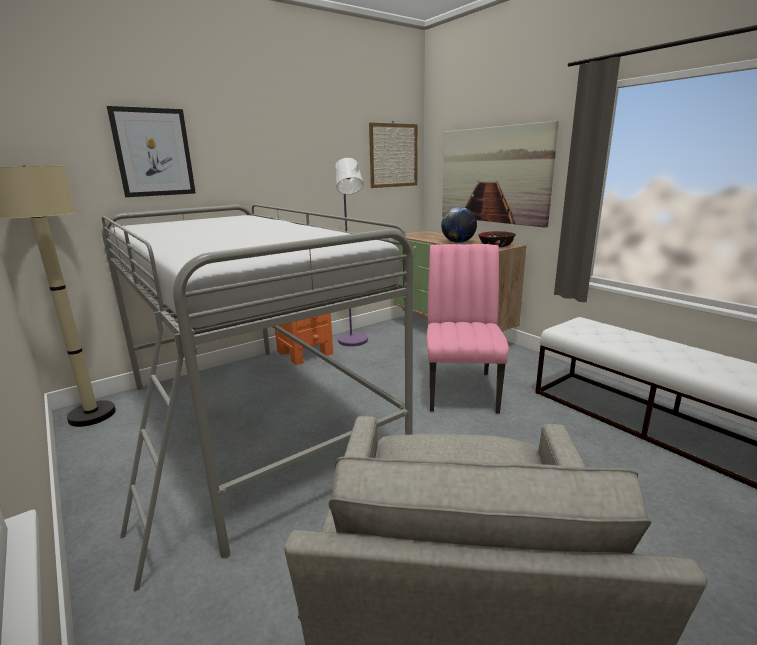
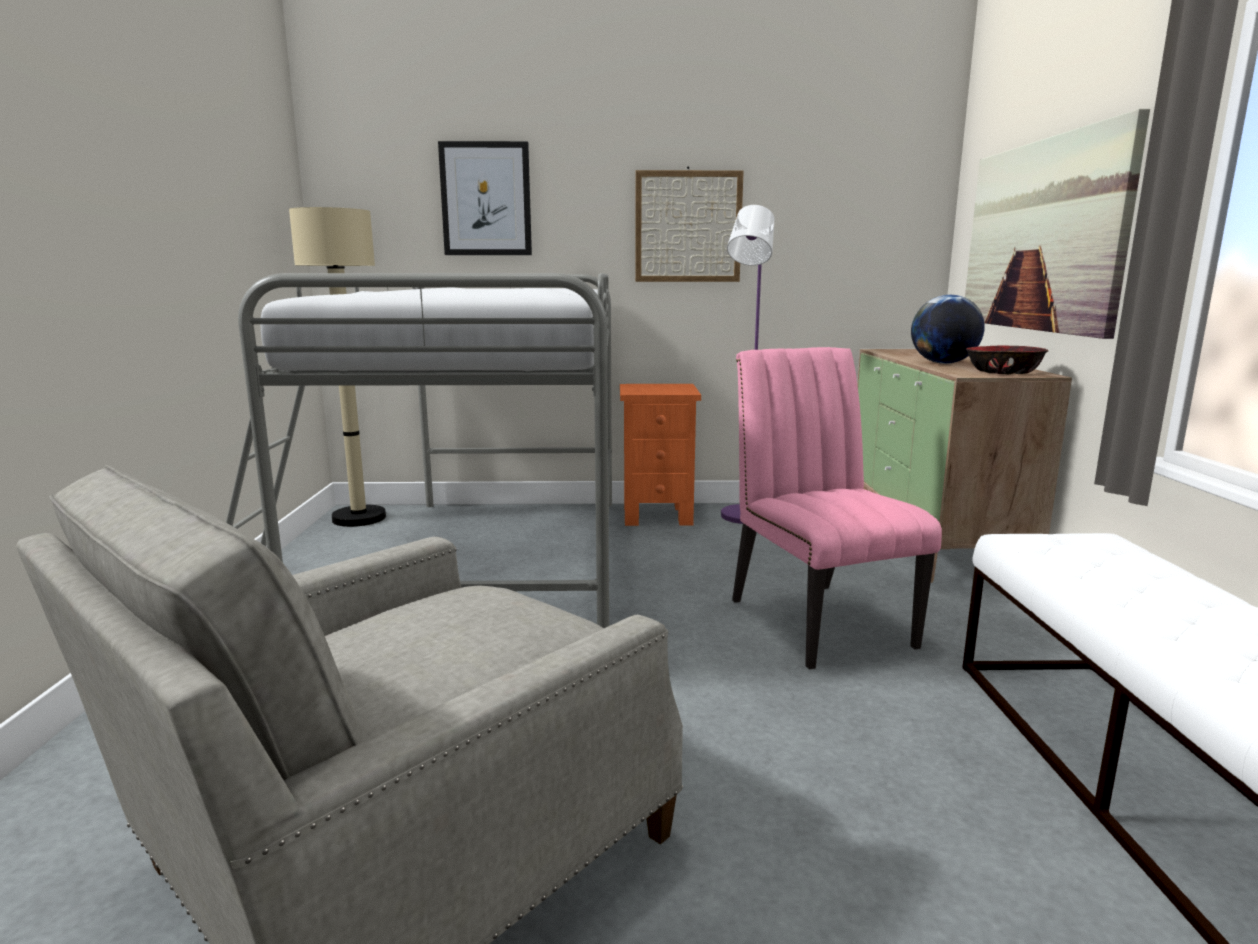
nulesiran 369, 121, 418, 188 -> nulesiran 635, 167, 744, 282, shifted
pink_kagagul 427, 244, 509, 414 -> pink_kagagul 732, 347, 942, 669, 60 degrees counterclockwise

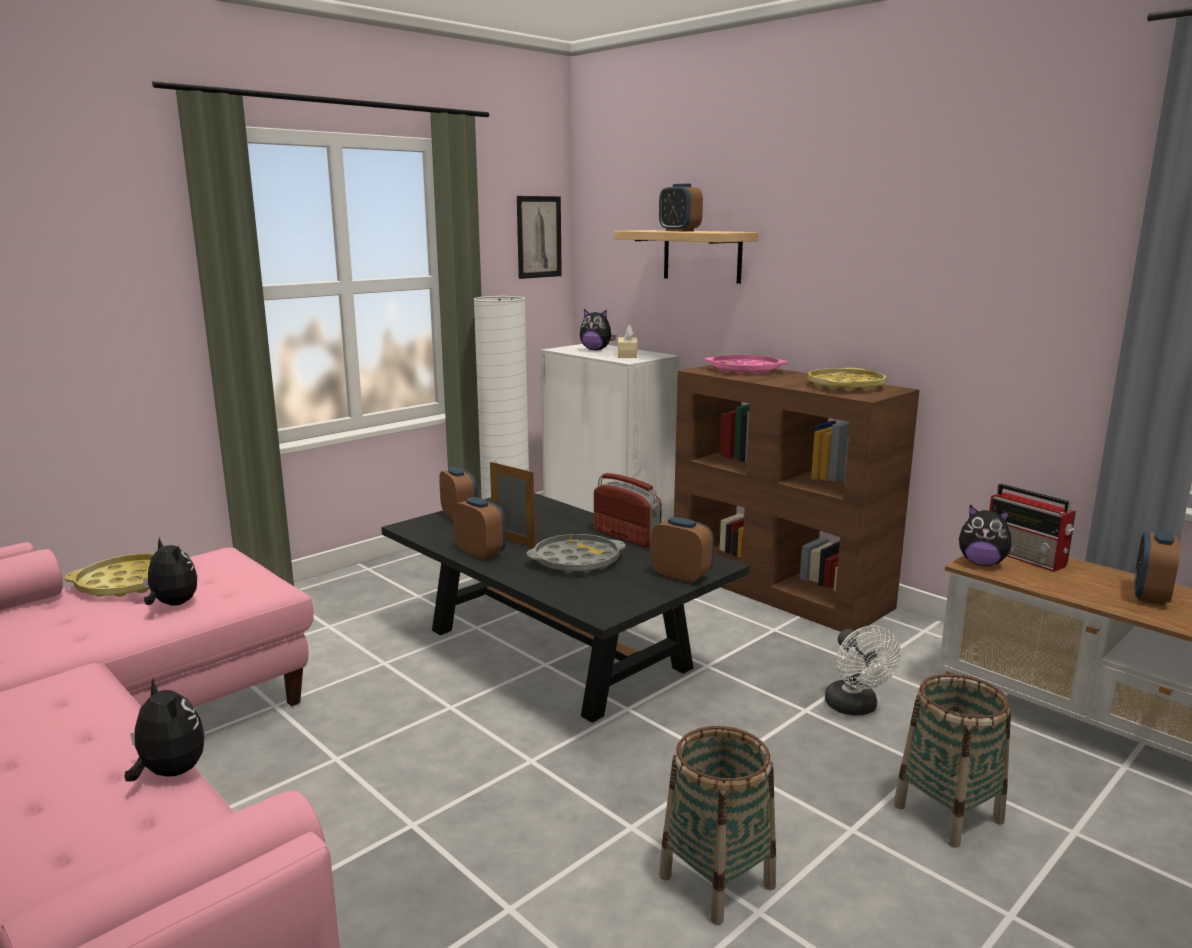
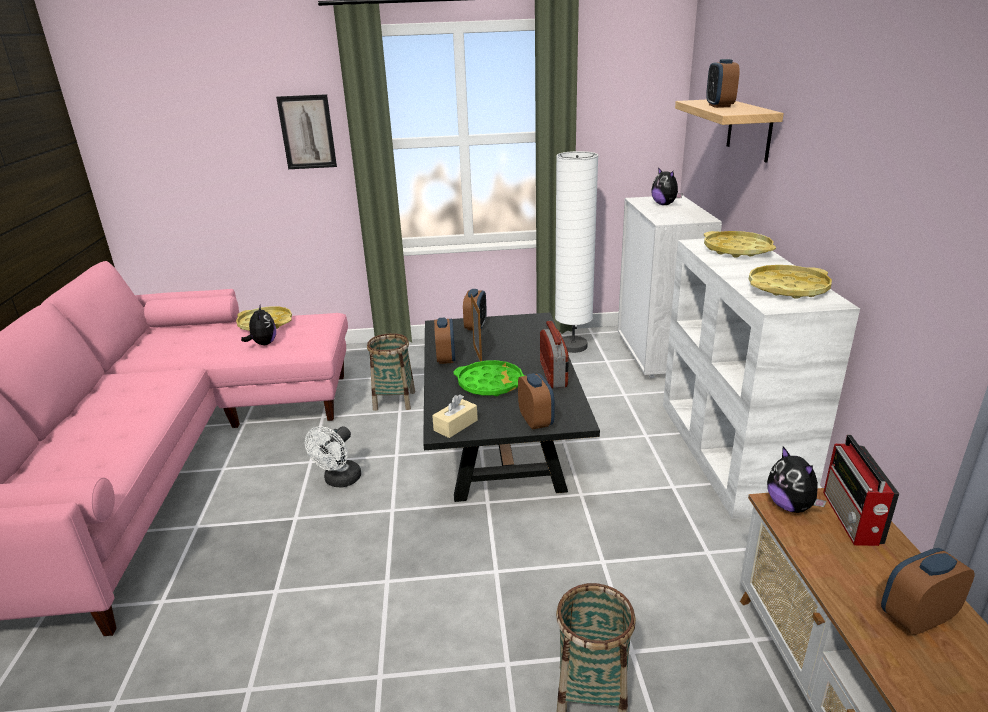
nulesiran 517, 196, 562, 279 -> nulesiran 276, 94, 337, 169, shifted
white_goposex 825, 625, 901, 716 -> white_goposex 305, 426, 361, 488, shifted
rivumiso 659, 726, 776, 925 -> rivumiso 367, 333, 415, 411, shifted
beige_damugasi 618, 325, 637, 358 -> beige_damugasi 432, 394, 478, 438, shifted
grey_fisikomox 527, 534, 626, 573 -> green_fisikomox 454, 360, 525, 396
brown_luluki 674, 365, 919, 632 -> white_luluki 663, 238, 860, 519
pink_fisikomox 705, 355, 787, 375 -> yellow_fisikomox 704, 231, 776, 258
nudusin 124, 678, 205, 782 -> none

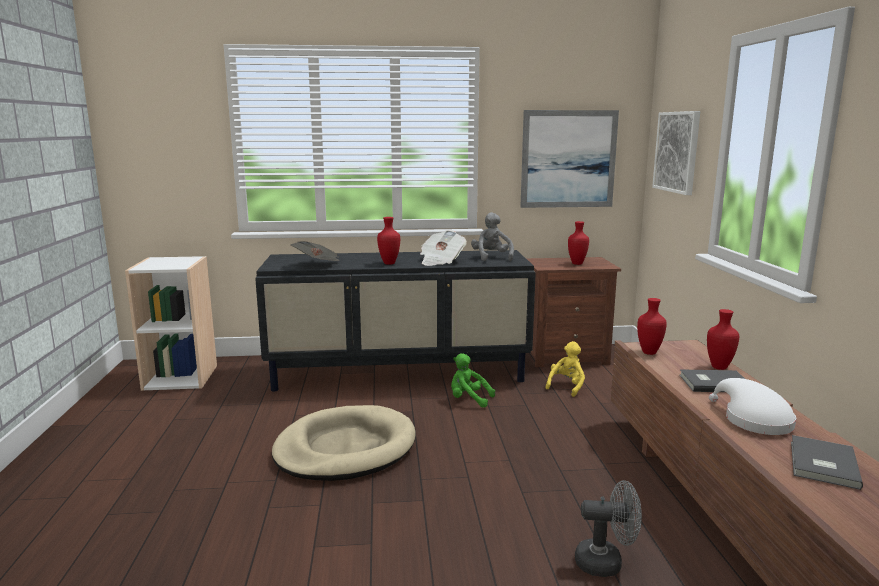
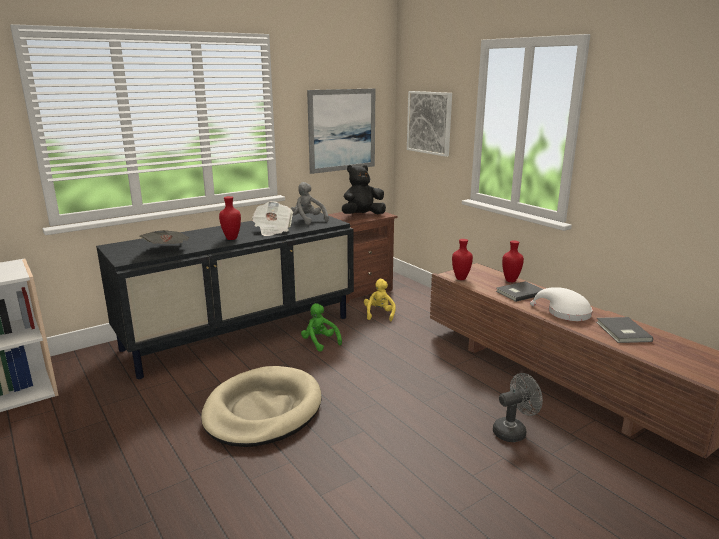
green_nudusin 451, 353, 495, 408 -> green_nudusin 301, 303, 342, 352, 60 degrees clockwise
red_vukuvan 568, 221, 589, 265 -> black_nudusin 342, 165, 386, 214

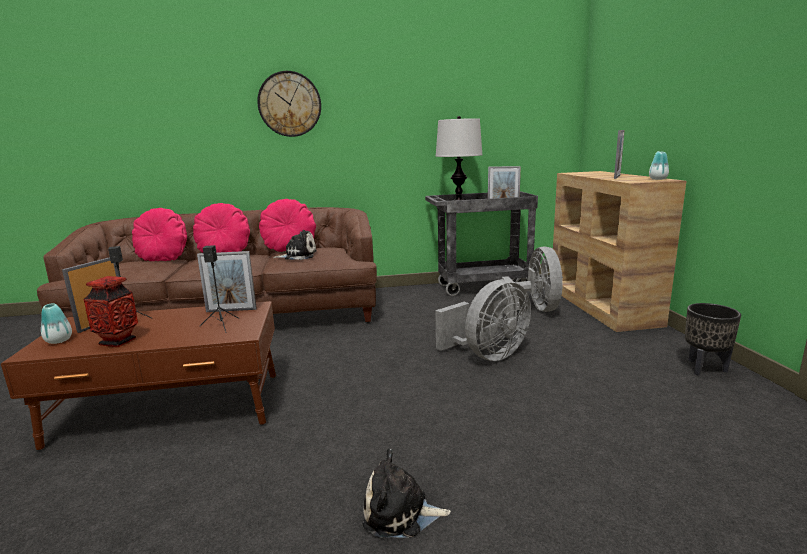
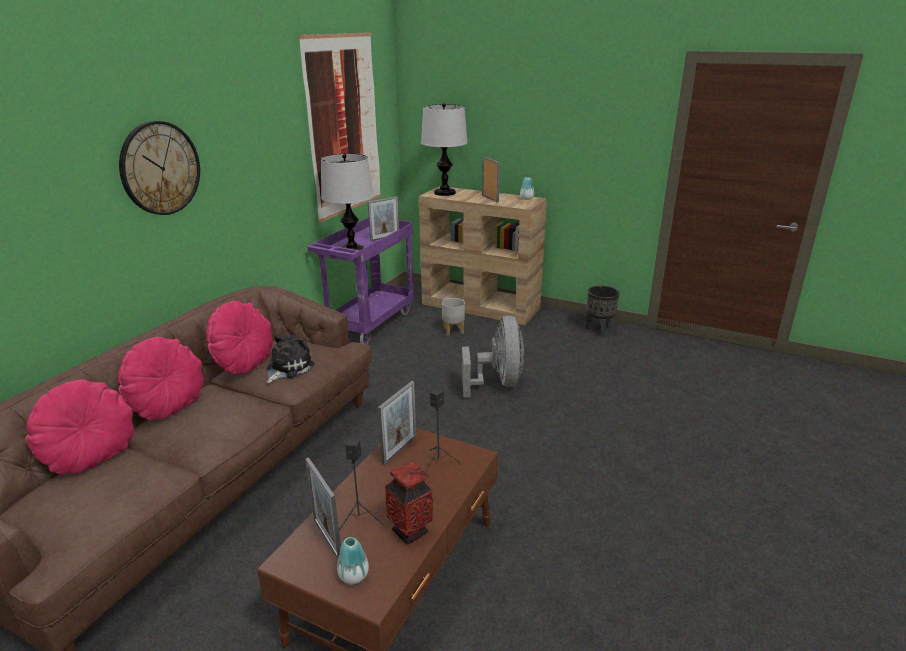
none -> nulesiran 298, 32, 381, 223
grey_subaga 425, 191, 538, 296 -> purple_subaga 307, 217, 414, 344
none -> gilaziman 421, 103, 468, 196
grey_goposex 502, 246, 563, 319 -> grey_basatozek 442, 298, 465, 336
nudusin 363, 449, 451, 538 -> none

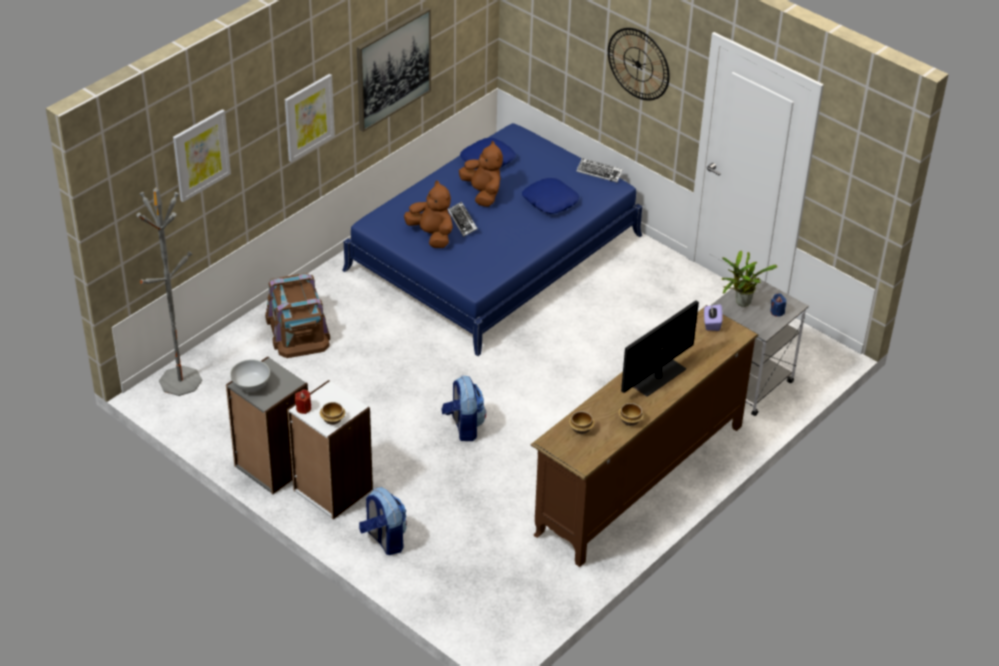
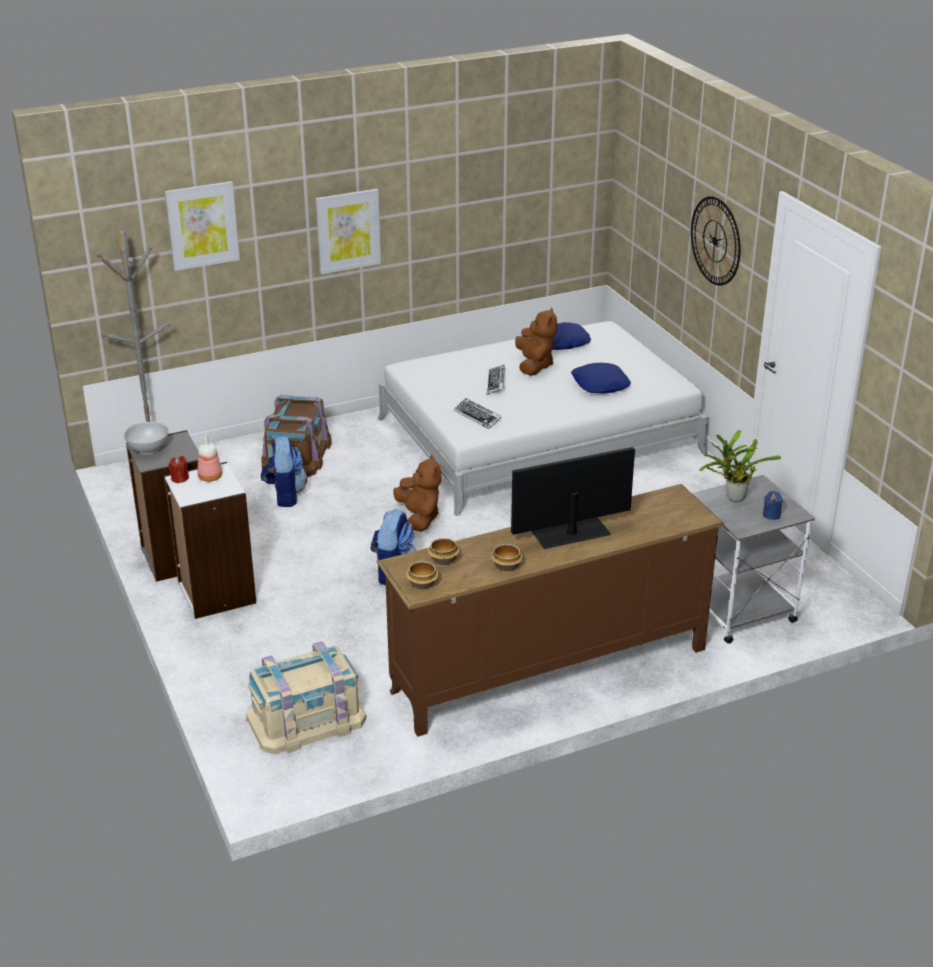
none -> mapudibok 197, 433, 222, 482
none -> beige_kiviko 246, 641, 366, 754
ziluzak 359, 487, 407, 555 -> ziluzak 261, 436, 307, 507, shifted
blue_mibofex 342, 123, 642, 356 -> white_mibofex 378, 321, 708, 516
brown_nudusin 404, 181, 453, 248 -> brown_nudusin 393, 455, 441, 532, shifted
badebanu 320, 402, 345, 425 -> badebanu 406, 561, 439, 589, shifted
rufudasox 576, 158, 623, 183 -> rufudasox 454, 398, 501, 429, shifted
nulesiran 357, 7, 431, 132 -> none
purple_damugasi 704, 304, 722, 331 -> none

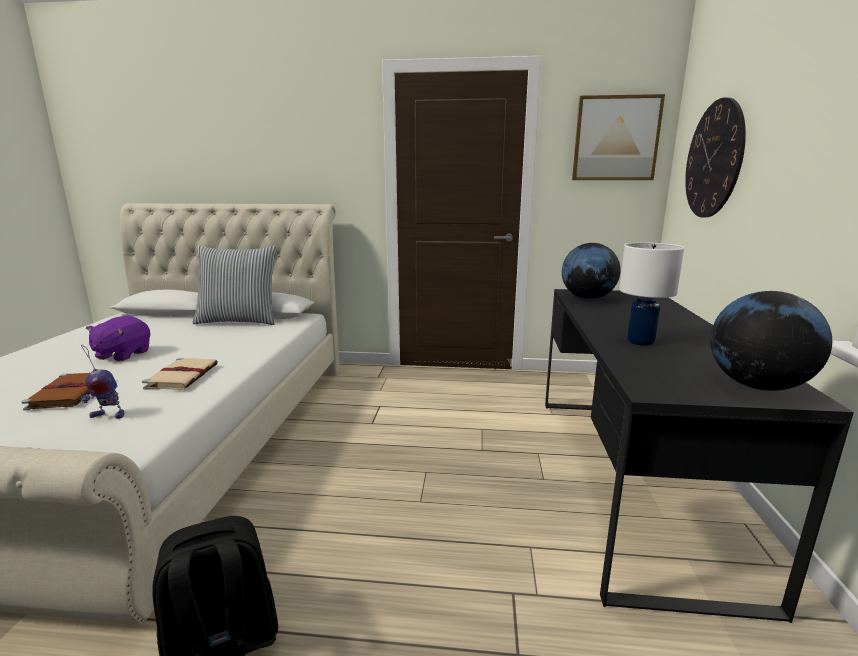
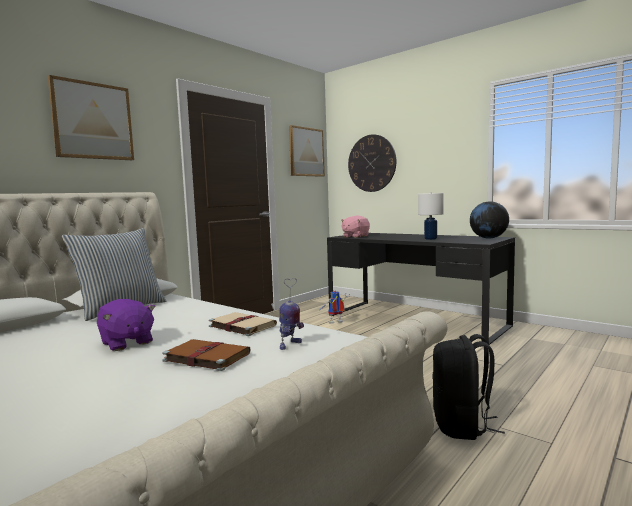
none -> nulesiran 47, 75, 134, 160
none -> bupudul 319, 291, 350, 324
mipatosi 562, 243, 621, 299 -> pink_nudusin 341, 216, 370, 238

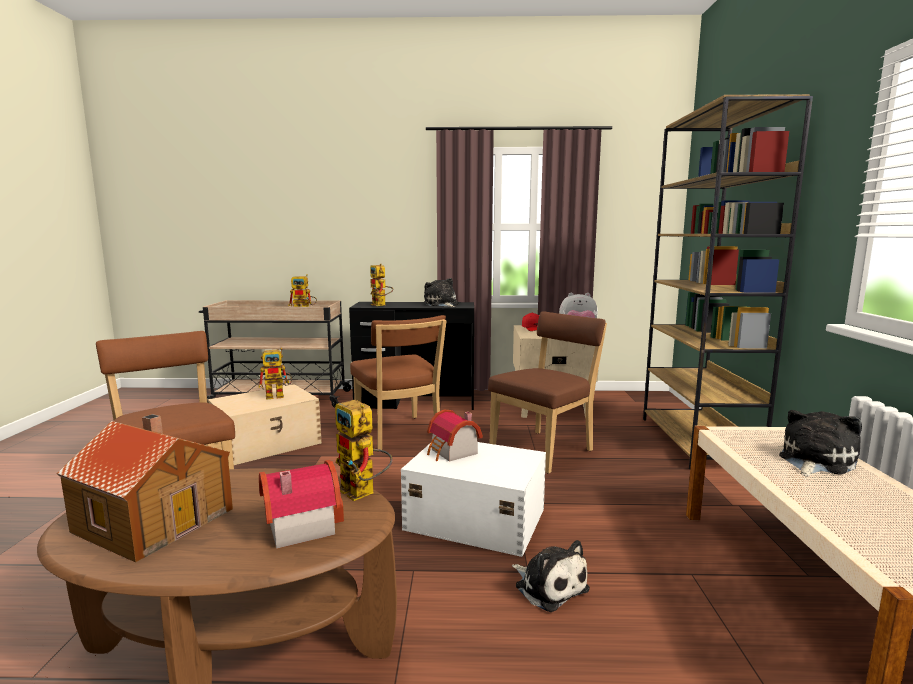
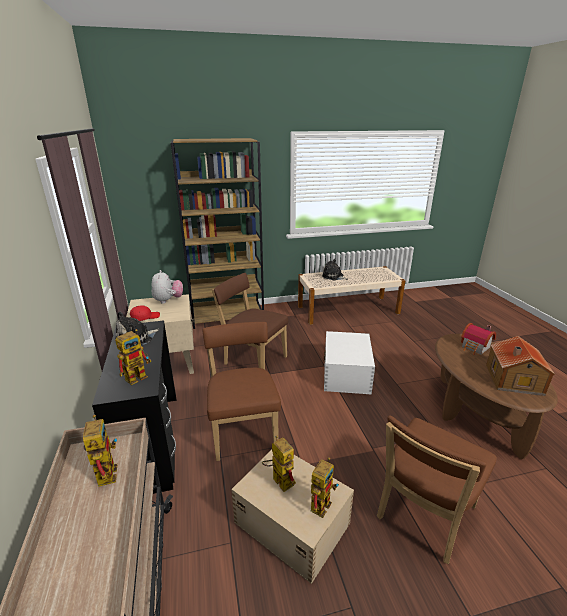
brown_kagagul 350, 315, 447, 450 -> brown_kagagul 202, 322, 281, 461, 60 degrees counterclockwise
bupudul 335, 400, 393, 501 -> bupudul 311, 457, 339, 518, shifted
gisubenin 427, 409, 483, 462 -> none
nudusin 512, 540, 590, 612 -> none

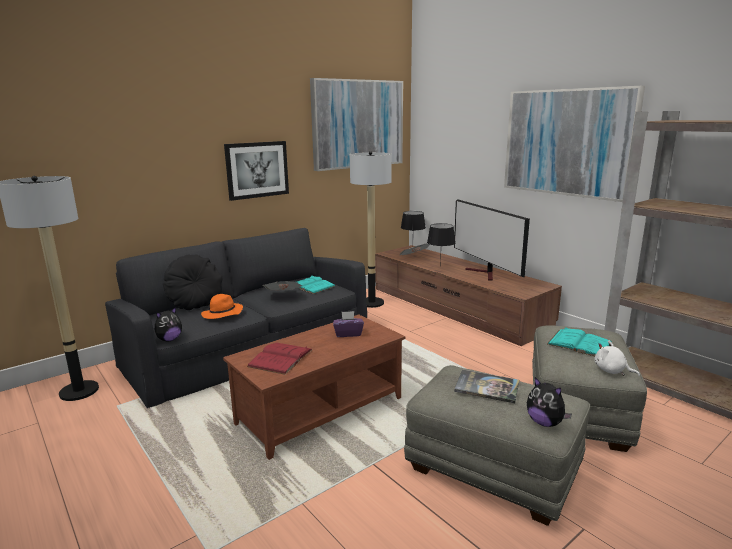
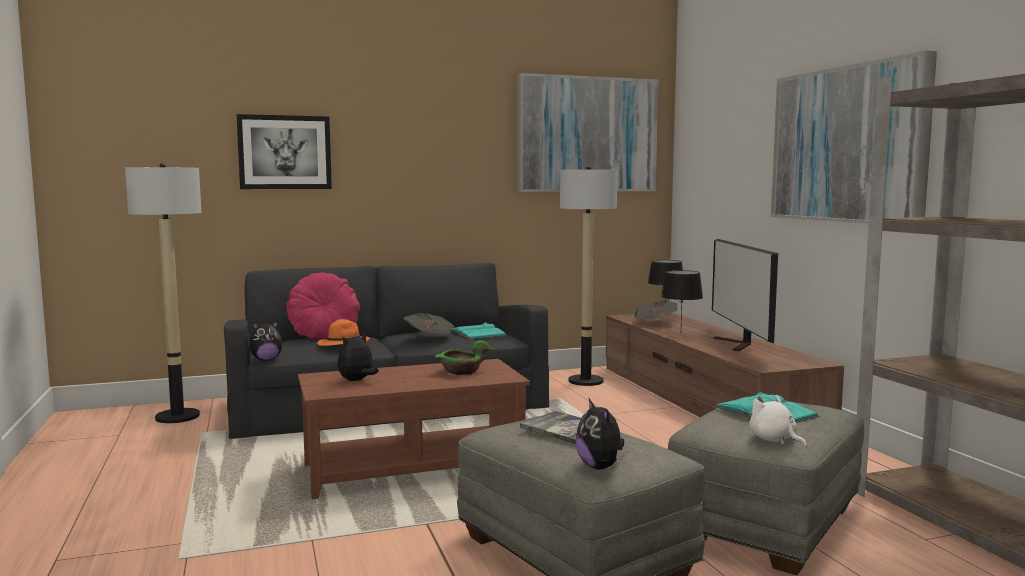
nulesiran 224, 141, 289, 201 -> nulesiran 237, 114, 332, 189, shifted
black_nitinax 163, 255, 222, 310 -> pink_nitinax 287, 272, 360, 339
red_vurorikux 247, 342, 313, 375 -> nudusin 337, 333, 379, 381
purple_damugasi 333, 311, 364, 337 -> green_badebanu 435, 340, 494, 375

